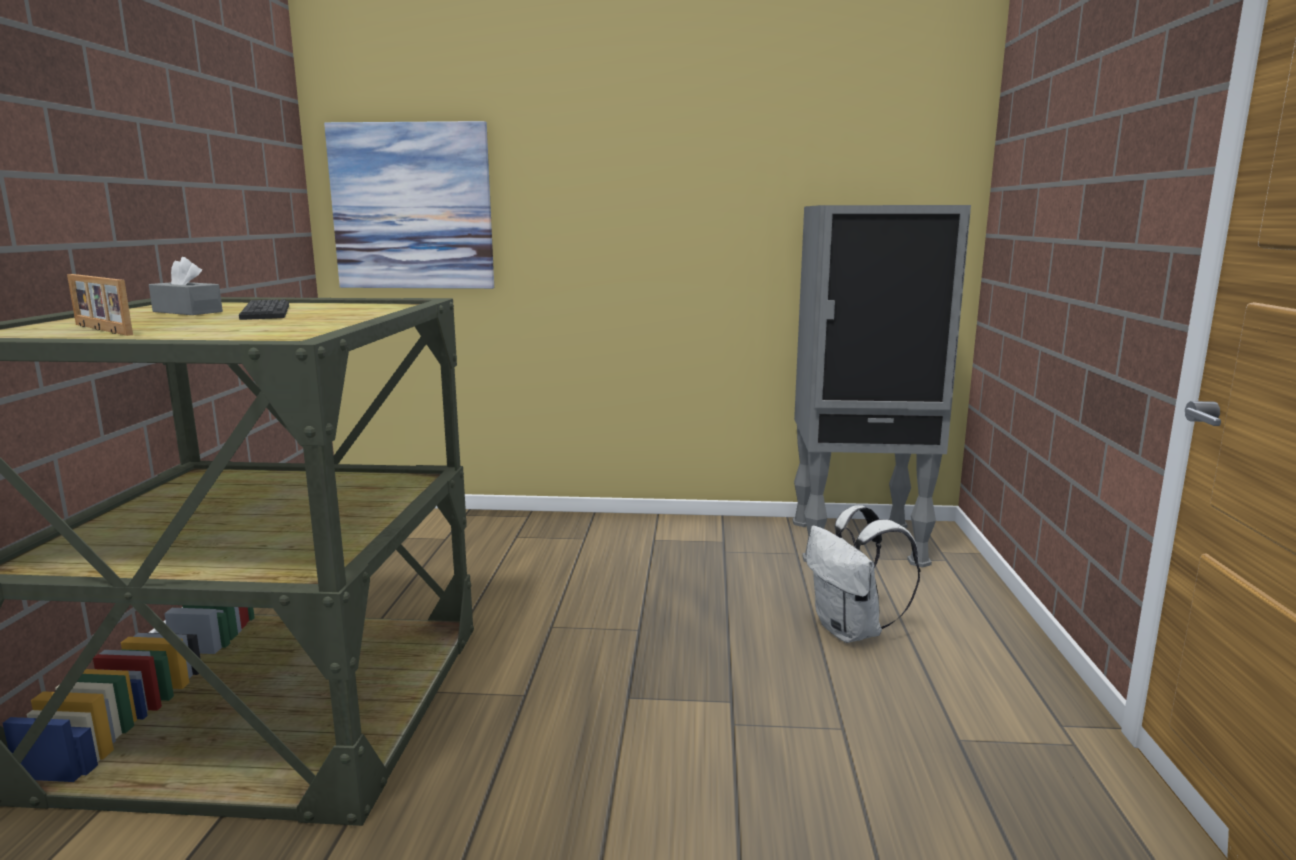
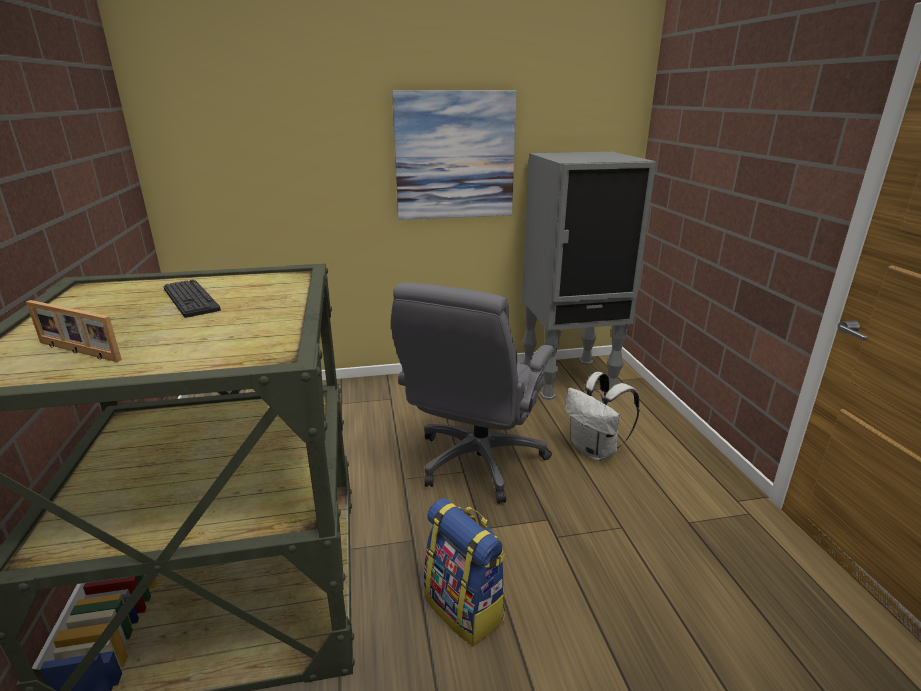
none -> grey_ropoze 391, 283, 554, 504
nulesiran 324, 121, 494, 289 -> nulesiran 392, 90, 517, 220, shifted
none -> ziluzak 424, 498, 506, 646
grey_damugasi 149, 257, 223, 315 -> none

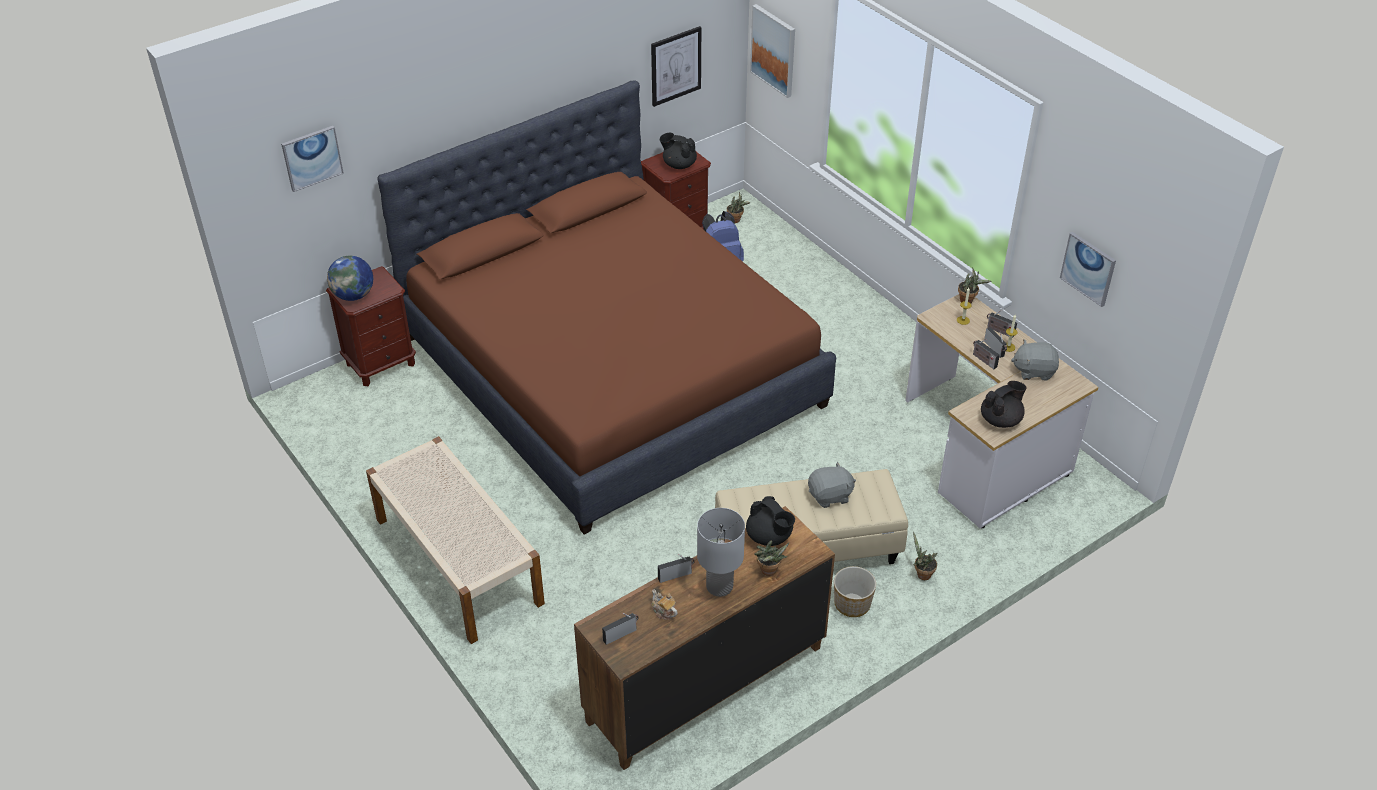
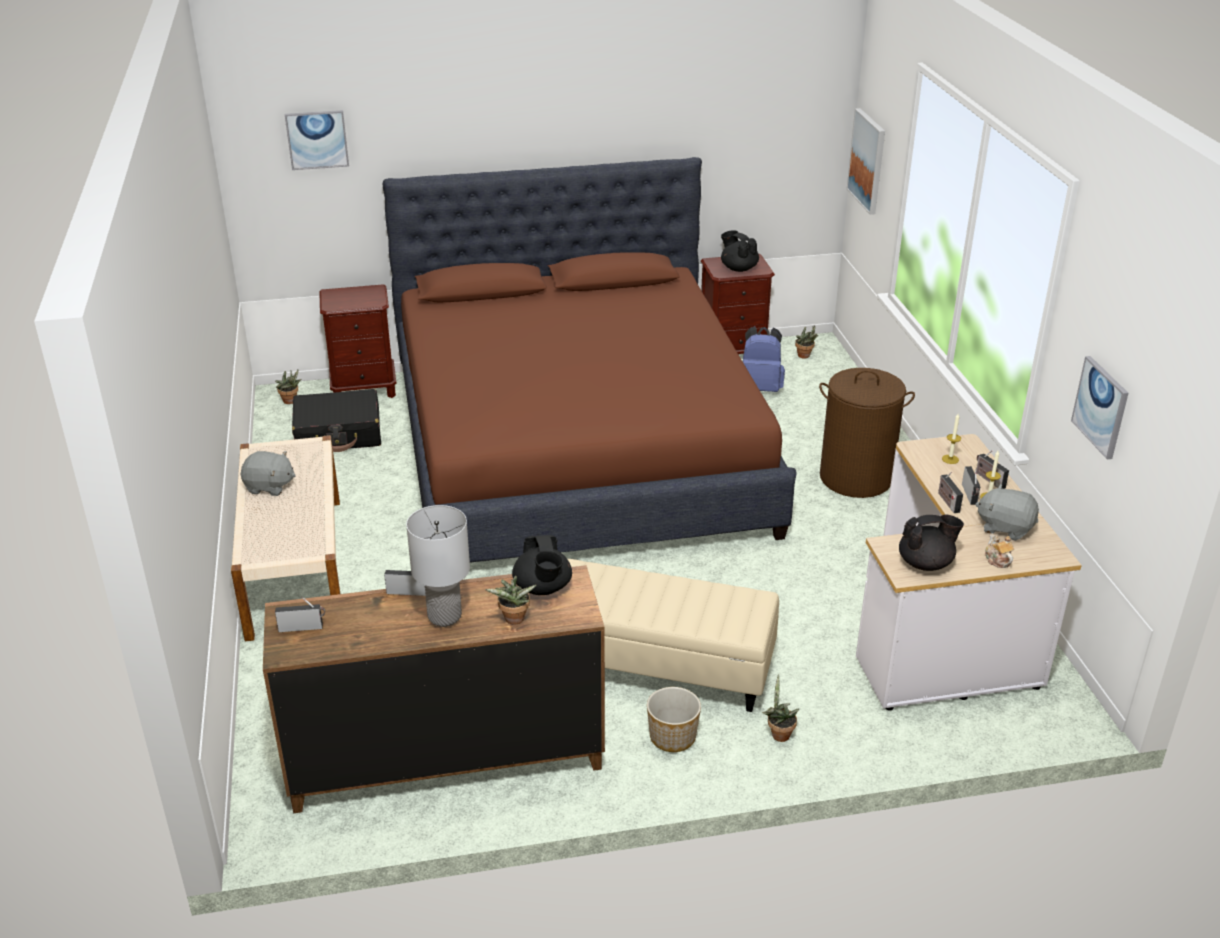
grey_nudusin 808, 462, 856, 508 -> grey_nudusin 241, 451, 296, 496, shifted
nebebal 958, 267, 991, 303 -> nebebal 275, 370, 302, 404, shifted
none -> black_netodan 292, 389, 381, 452
none -> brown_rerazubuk 819, 368, 915, 498
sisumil 652, 589, 678, 620 -> sisumil 985, 533, 1014, 568, shifted
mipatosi 327, 256, 373, 301 -> none
nulesiran 651, 26, 701, 107 -> none

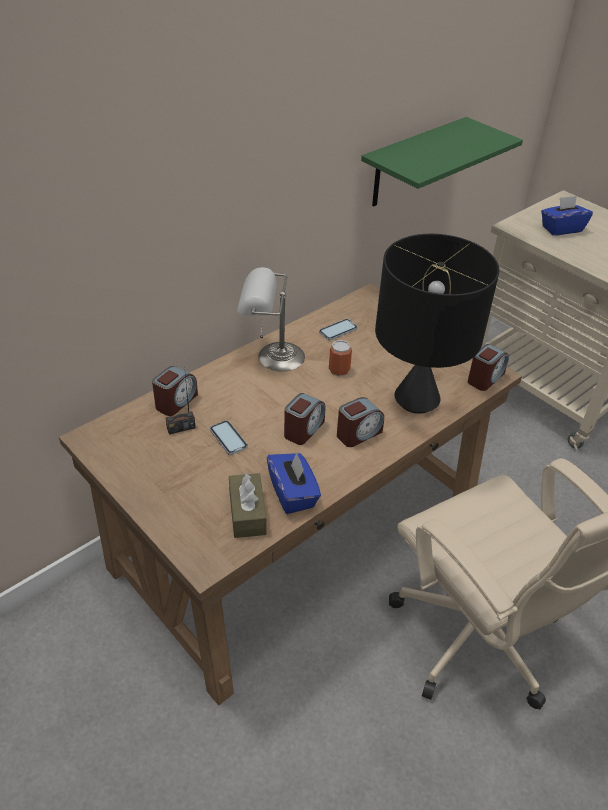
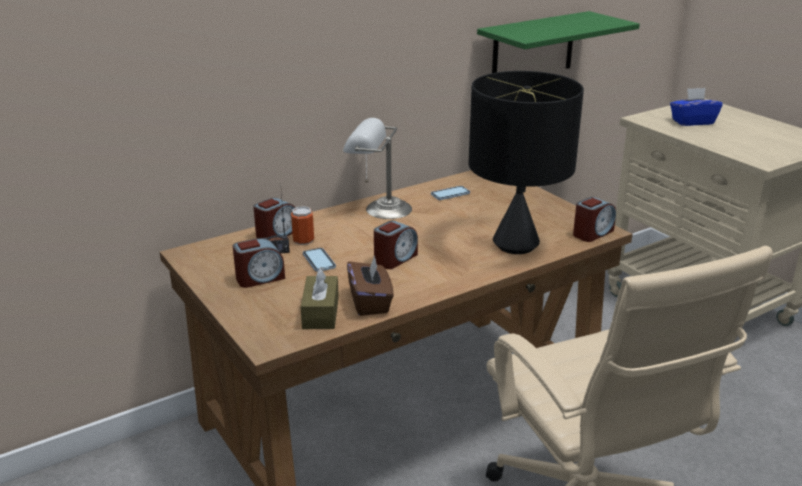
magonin 337, 397, 384, 447 -> magonin 233, 238, 285, 288, shifted
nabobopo 329, 340, 352, 377 -> nabobopo 291, 206, 314, 245, shifted
blue_damugasi 267, 453, 321, 514 -> brown_damugasi 347, 255, 394, 316

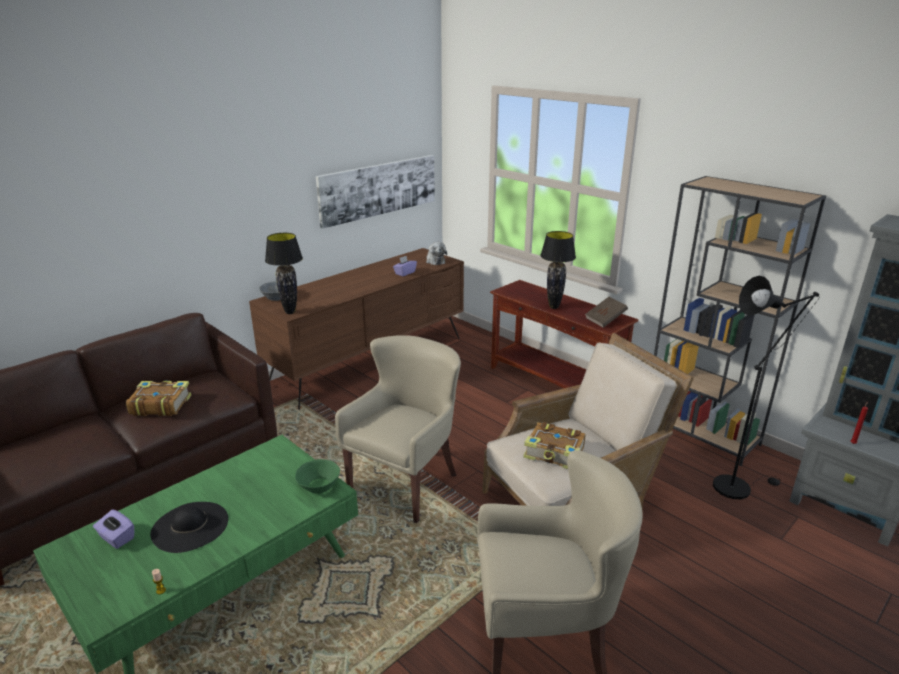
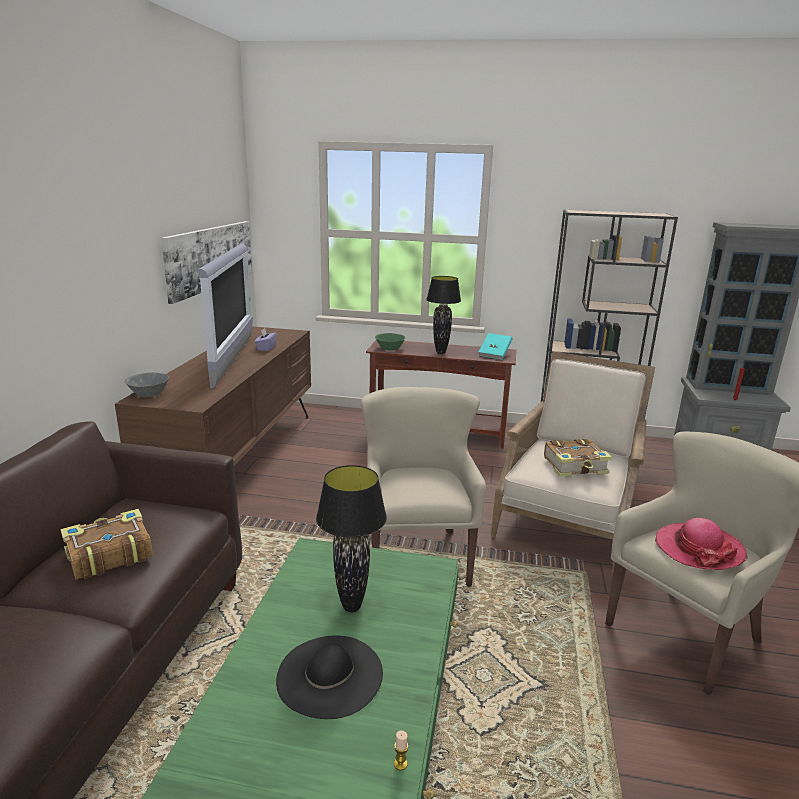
none -> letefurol 199, 244, 253, 388
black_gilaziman 265, 233, 303, 314 -> black_gilaziman 316, 465, 387, 612, shifted
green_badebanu 295, 459, 340, 494 -> green_badebanu 375, 333, 405, 350, shifted
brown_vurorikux 585, 297, 628, 328 -> turquoise_vurorikux 479, 333, 512, 360
none -> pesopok 655, 518, 747, 570
purple_damugasi 93, 510, 134, 549 -> none
nudusin 426, 242, 447, 265 -> none
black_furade 713, 276, 820, 499 -> none

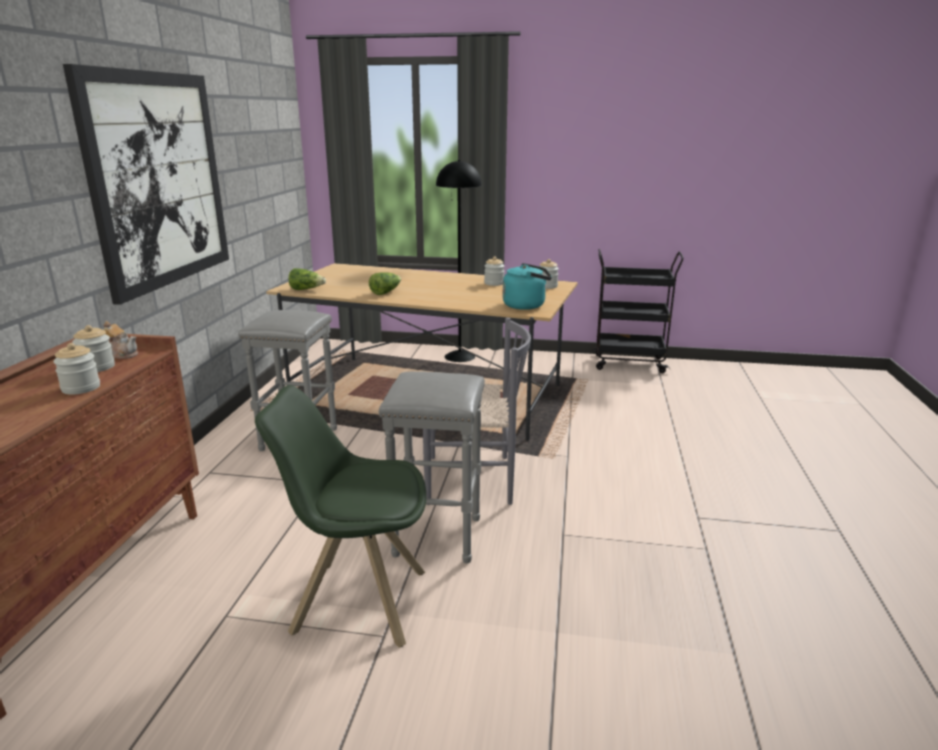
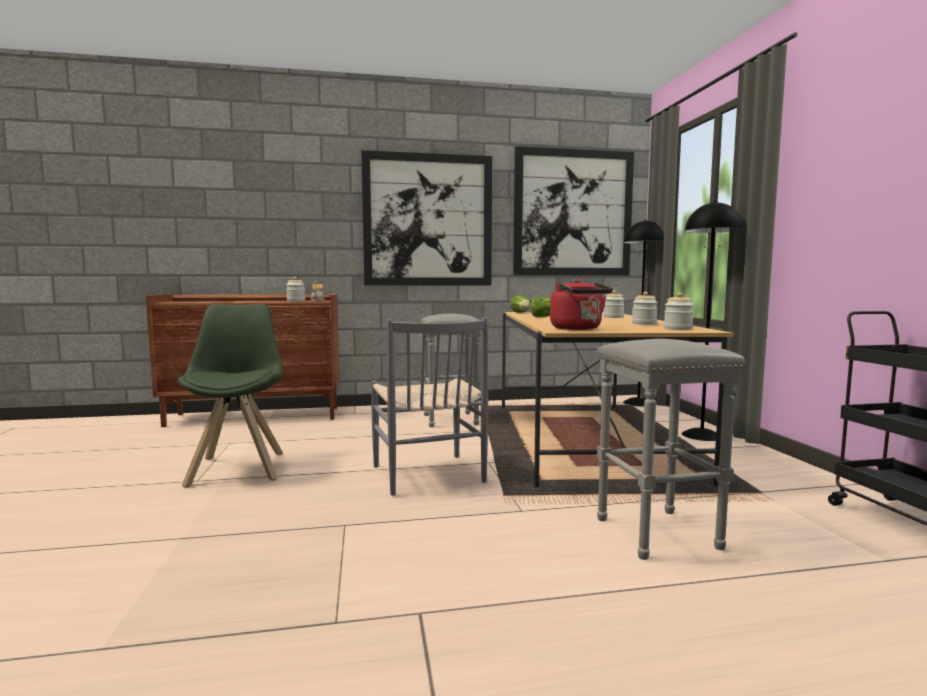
none -> nulesiran 513, 146, 634, 276
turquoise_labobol 503, 263, 552, 310 -> red_labobol 550, 279, 613, 330
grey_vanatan 379, 372, 485, 564 -> grey_vanatan 597, 339, 745, 560, shifted
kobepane 53, 343, 100, 395 -> kobepane 603, 290, 625, 318, shifted
none -> black_furade 623, 220, 664, 406

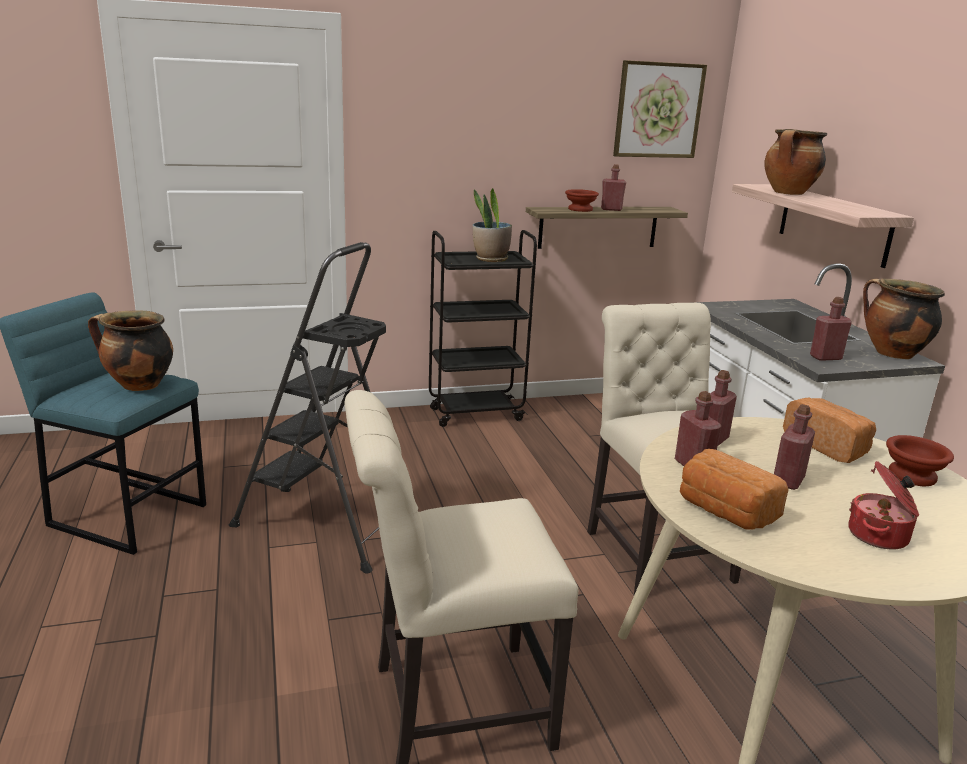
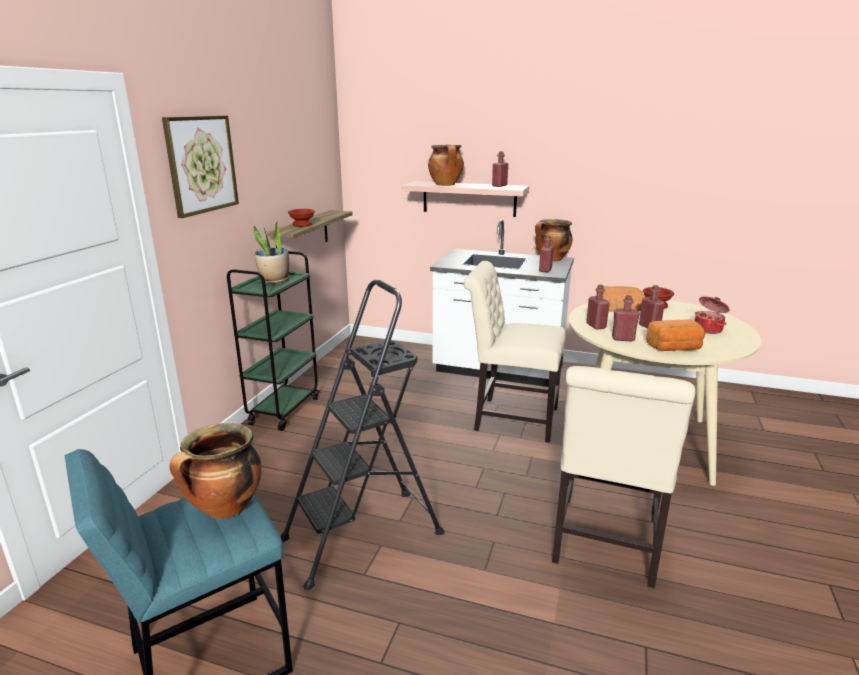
nulesiran 613, 60, 707, 158 -> nulesiran 162, 116, 239, 218, shifted
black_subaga 429, 230, 537, 427 -> green_subaga 227, 251, 320, 431
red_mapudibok 601, 164, 626, 211 -> red_mapudibok 492, 151, 508, 187, shifted

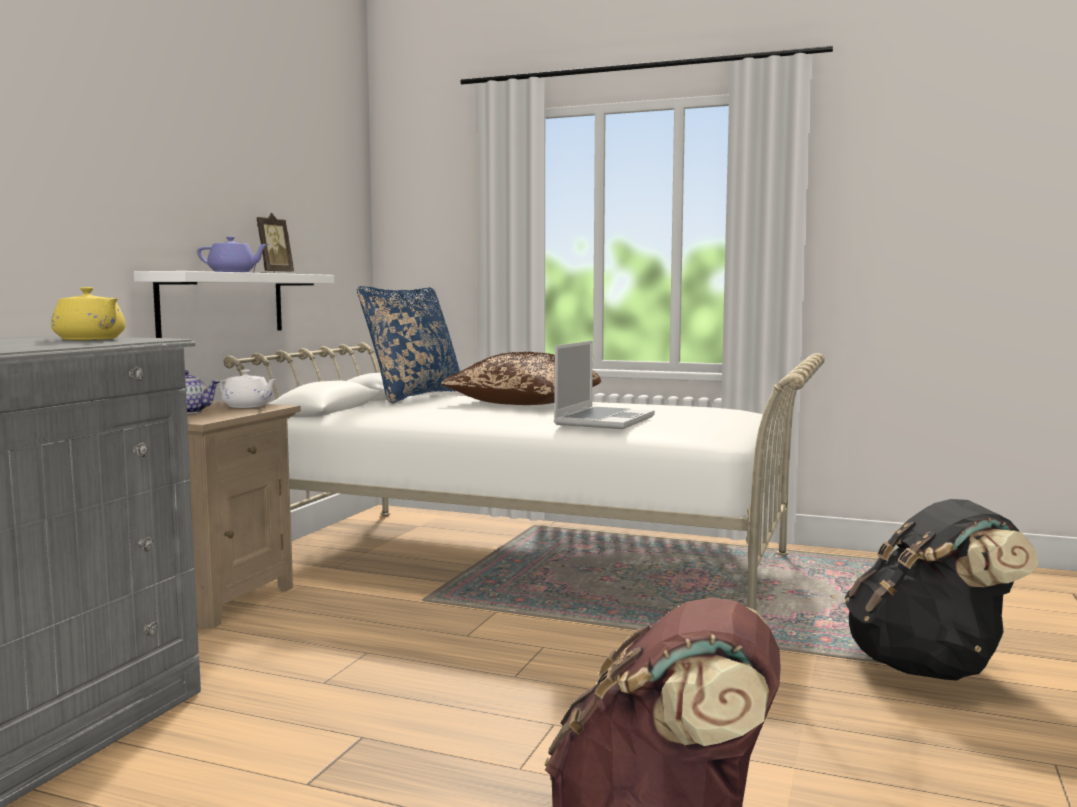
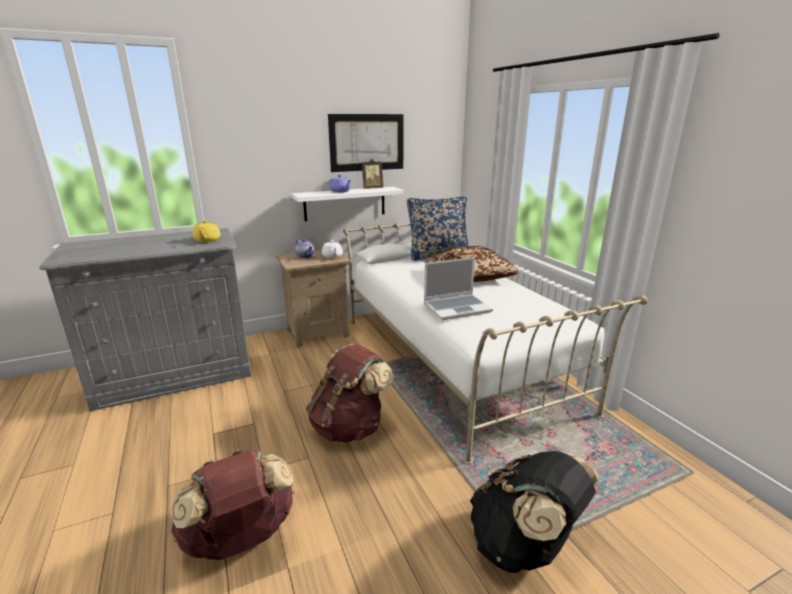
none -> brown_ziluzak 306, 344, 394, 442
none -> nulesiran 328, 114, 404, 172

